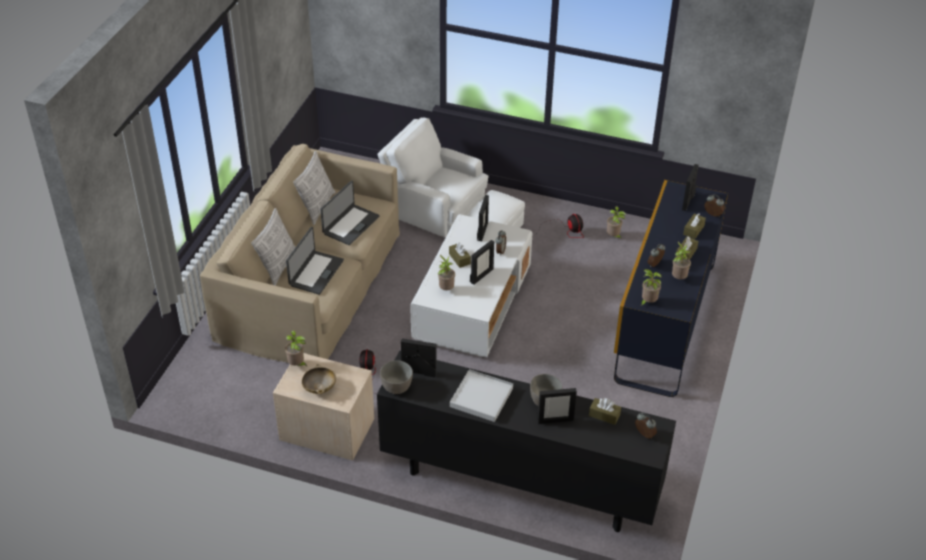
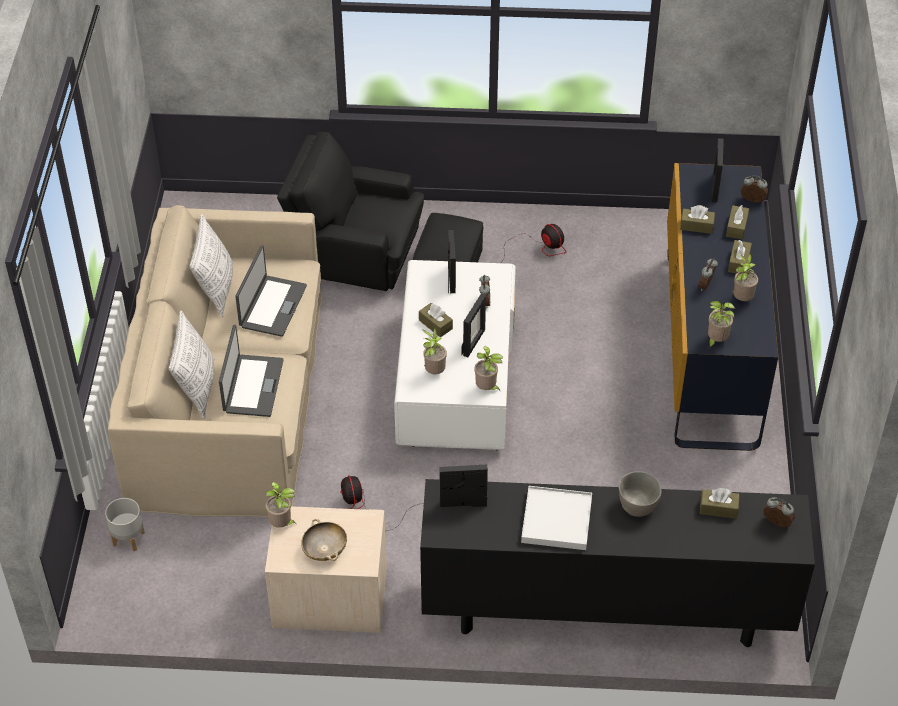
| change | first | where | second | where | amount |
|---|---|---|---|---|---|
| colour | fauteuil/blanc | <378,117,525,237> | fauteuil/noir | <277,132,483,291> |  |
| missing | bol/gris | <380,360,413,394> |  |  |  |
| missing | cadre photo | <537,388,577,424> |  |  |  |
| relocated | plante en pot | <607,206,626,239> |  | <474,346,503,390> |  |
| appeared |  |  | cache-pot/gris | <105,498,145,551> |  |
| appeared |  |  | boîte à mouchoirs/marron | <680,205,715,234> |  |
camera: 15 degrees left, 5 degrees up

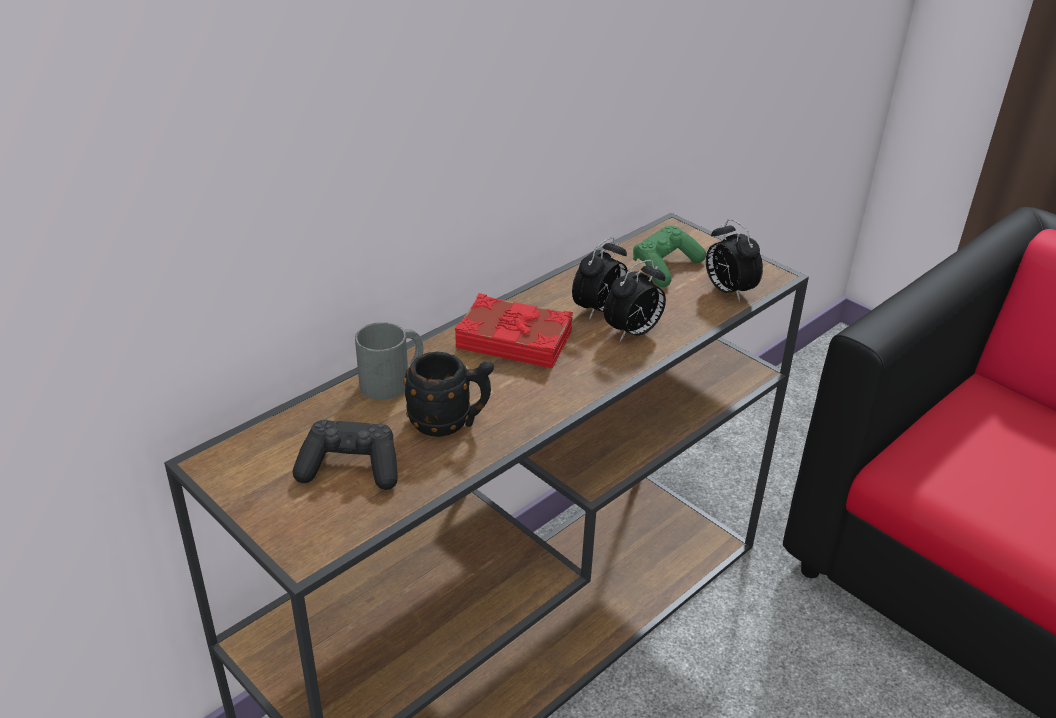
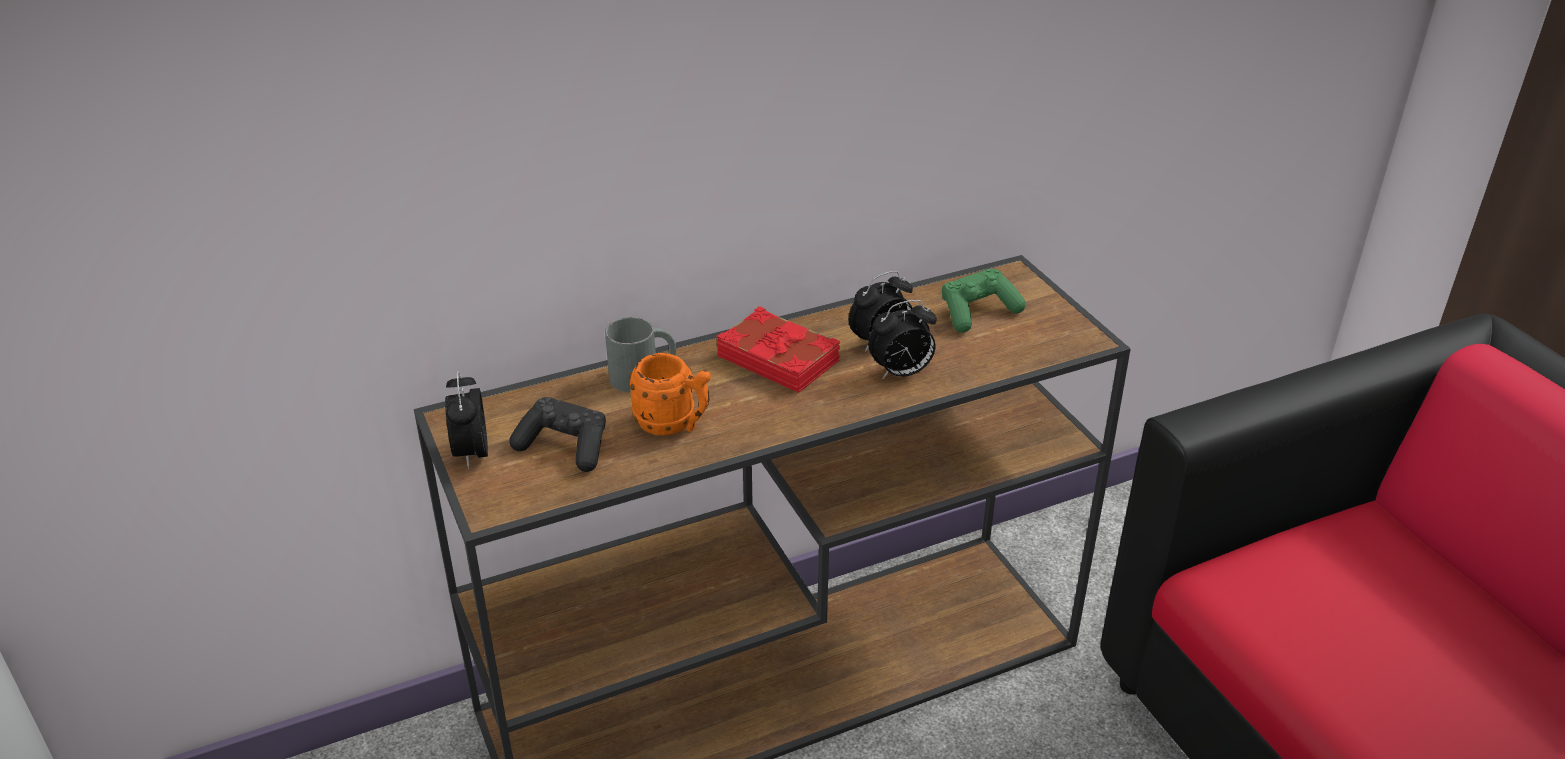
| change | first | where | second | where | amount |
|---|---|---|---|---|---|
| colour | mug/noir | <403,352,494,437> | mug/orange | <629,353,711,435> |  |
| relocated | réveil | <706,219,763,302> |  | <445,371,488,469> |  |
camera: 20 degrees right, 0 degrees up

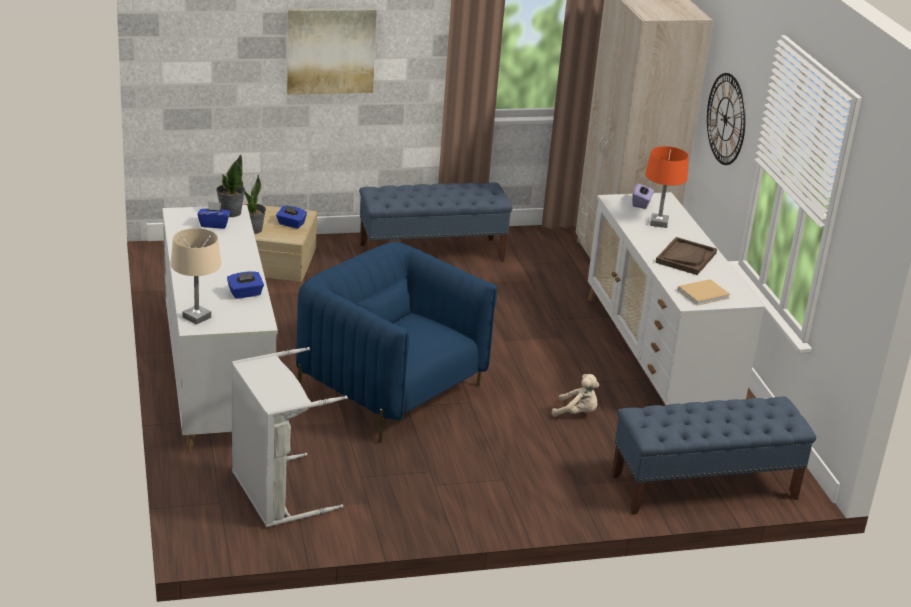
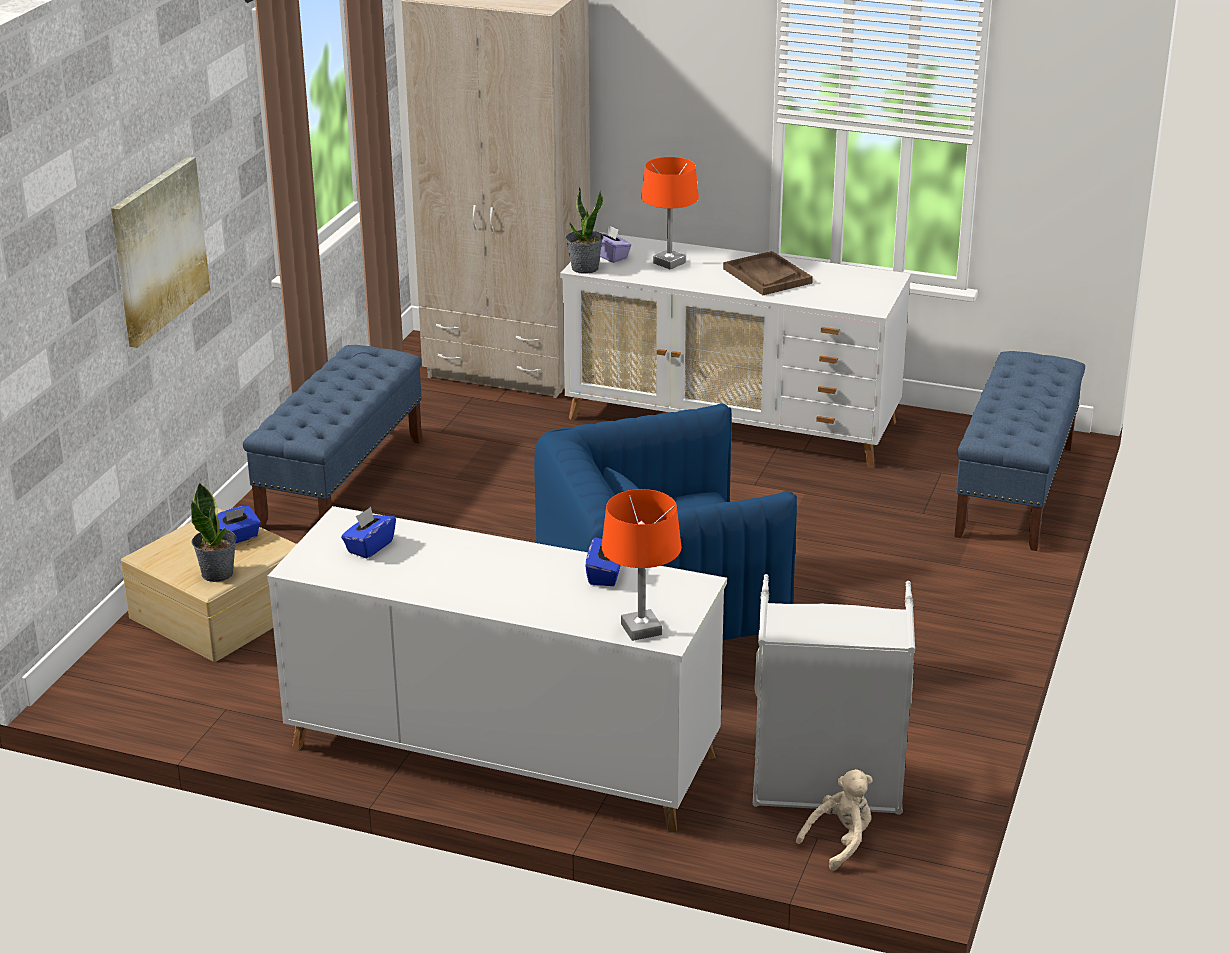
| change | first | where | second | where | amount |
|---|---|---|---|---|---|
| colour | lampe de table/beige | <171,228,221,325> | lampe de table/orange | <602,489,682,641> |  |
| relocated | plante en pot | <216,155,245,217> |  | <566,187,603,274> |  |
| relocated | peluche/beige | <552,374,599,417> |  | <796,769,873,871> |  |
| missing | livre/beige | <678,279,730,306> |  |  |  |
| missing | horloge murale | <707,73,746,165> |  |  |  |
camera: 55 degrees left, 0 degrees up

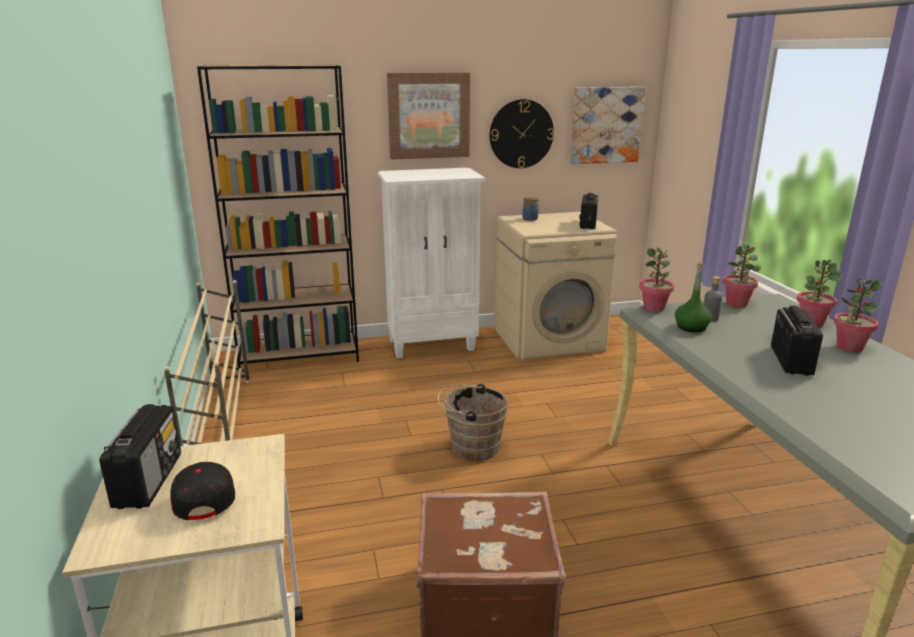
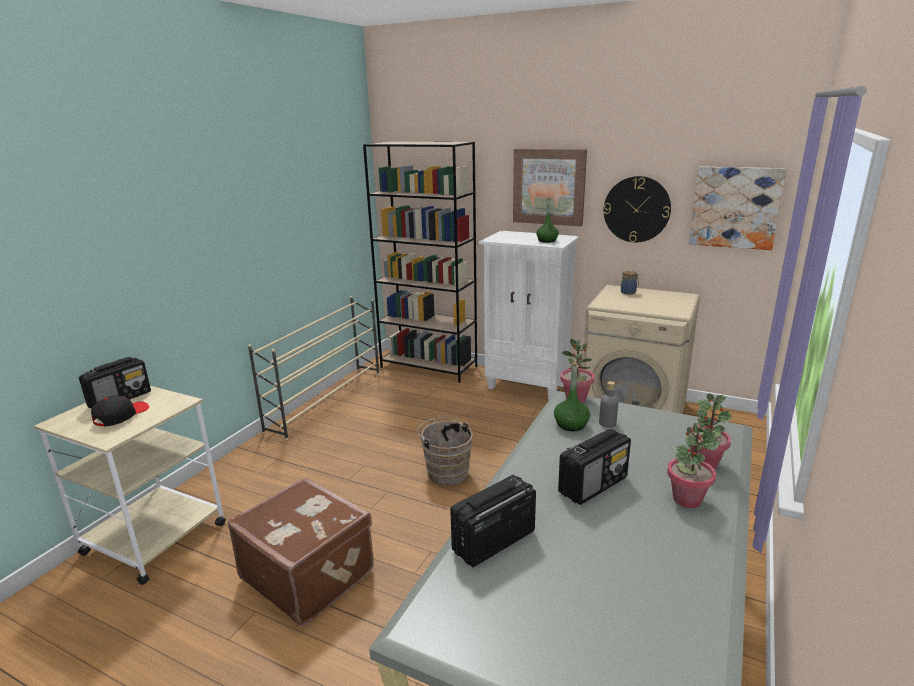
| change | first | where | second | where | amount |
|---|---|---|---|---|---|
| relocated | radio | <579,193,598,229> |  | <450,475,536,567> |  |
| missing | plante en pot | <723,244,761,308> |  |  |  |
| appeared |  |  | bouteille/vert | <536,198,559,243> |  |
camera: 40 degrees right, 0 degrees up

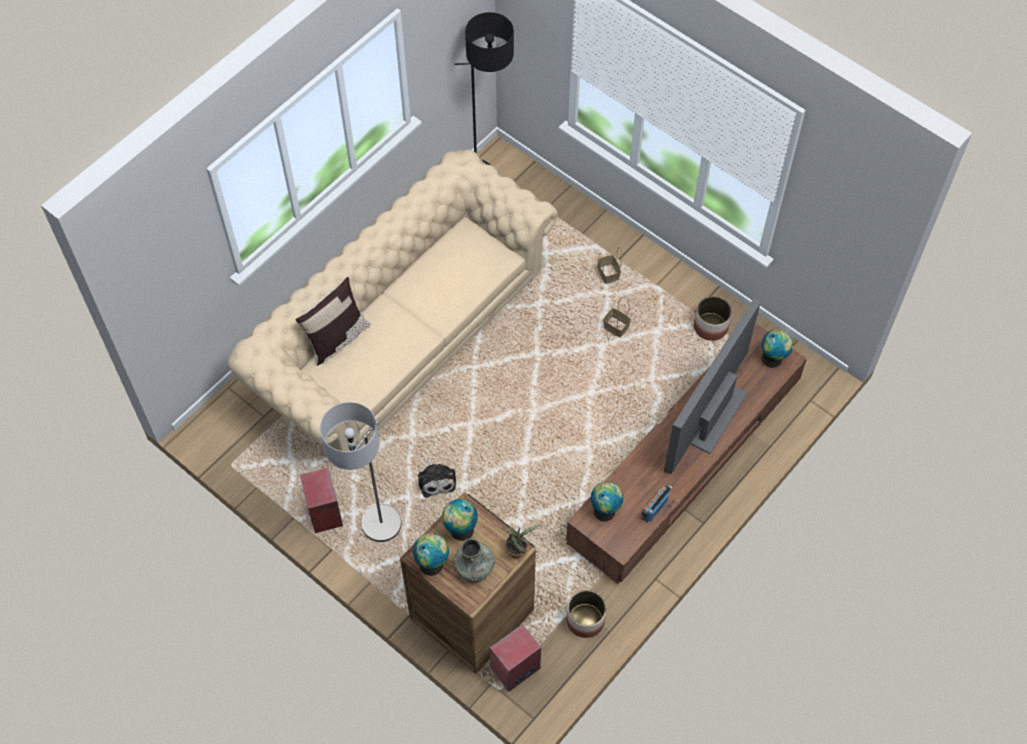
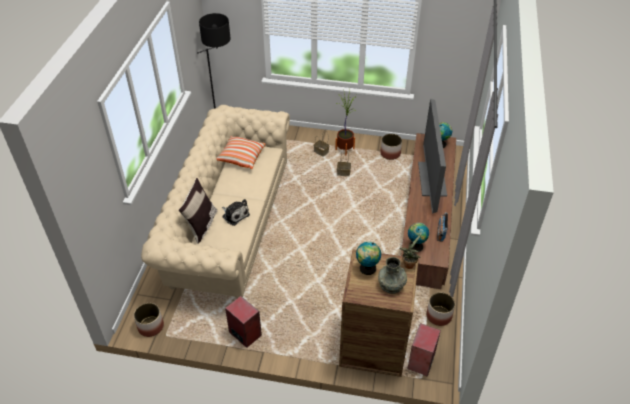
| change | first | where | second | where | amount |
|---|---|---|---|---|---|
| missing | lampadaire/gris | <320,402,401,542> |  |  |  |
| missing | globe | <413,533,449,576> |  |  |  |
| relocated | peluche | <418,458,456,498> |  | <222,199,250,226> |  |
| appeared |  |  | cache-pot | <134,303,164,337> |  |
| appeared |  |  | coussin | <217,136,266,169> |  |
| appeared |  |  | plante en pot | <335,89,355,156> |  |
camera: 30 degrees left, 15 degrees down

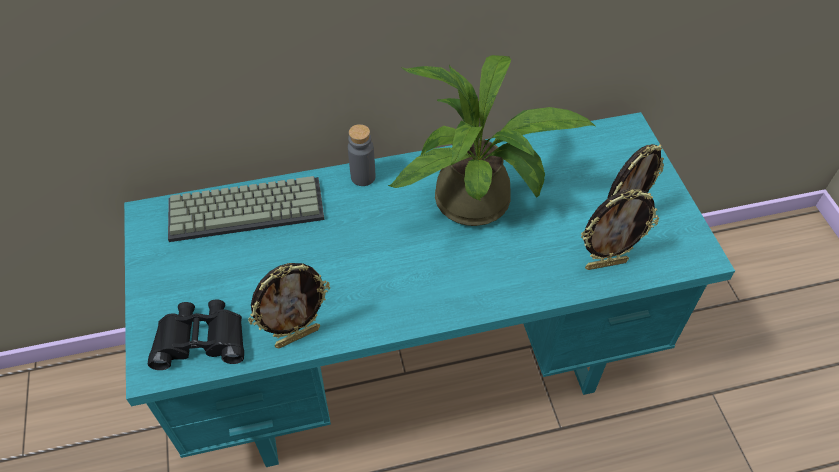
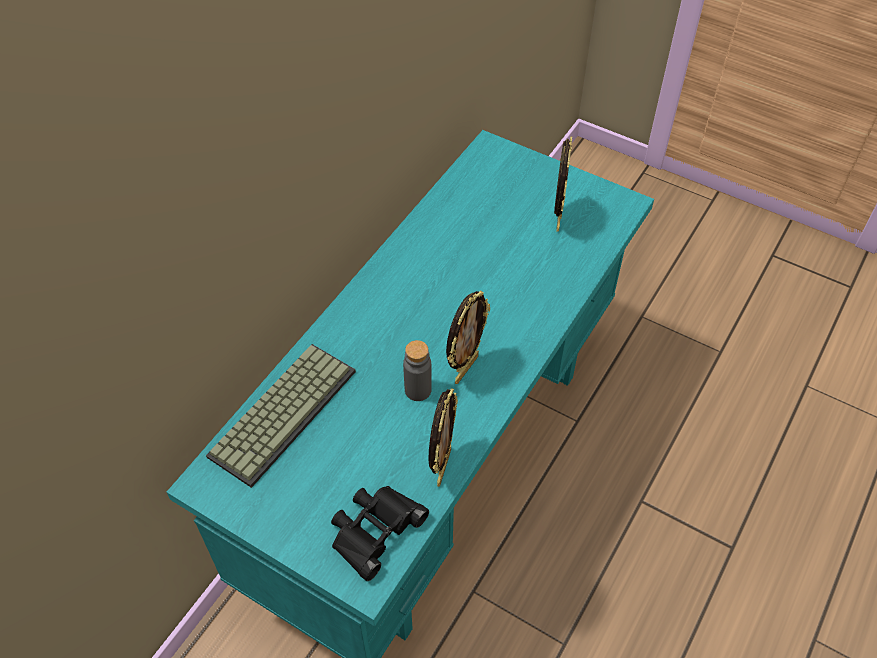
| change | first | where | second | where | amount |
|---|---|---|---|---|---|
| relocated | bouteille/gris | <348,124,376,186> |  | <403,340,432,401> |  |
| missing | plante en pot | <388,55,595,226> |  |  |  |
| relocated | cadre photo | <581,189,659,270> |  | <446,290,490,384> |  |
camera: 45 degrees left, 0 degrees up

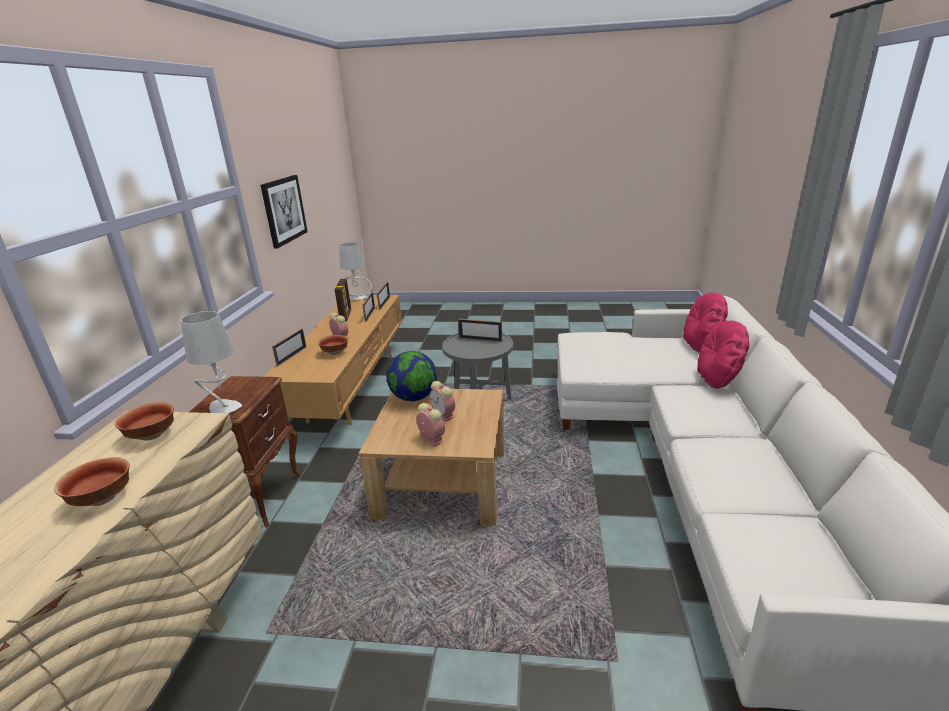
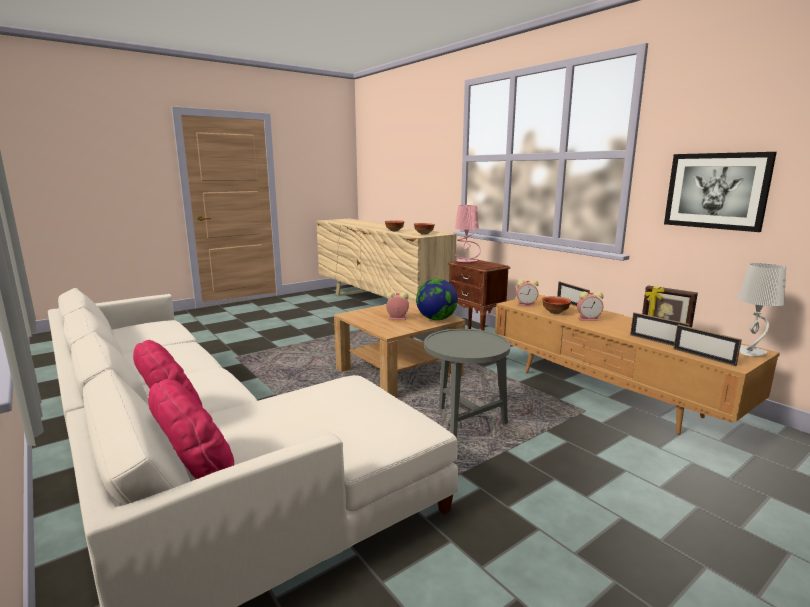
| change | first | where | second | where | amount |
|---|---|---|---|---|---|
| colour | lampe de table/gris | <180,311,242,413> | lampe de table/rose | <455,205,481,263> |  |
| relocated | réveil | <417,403,445,447> |  | <516,280,539,306> |  |
| missing | cadre photo | <458,319,502,342> |  |  |  |
camera: 135 degrees right, 10 degrees down

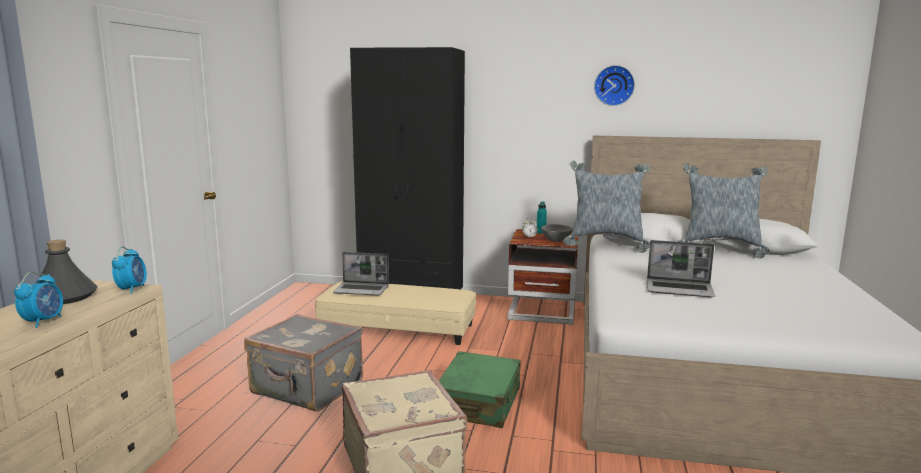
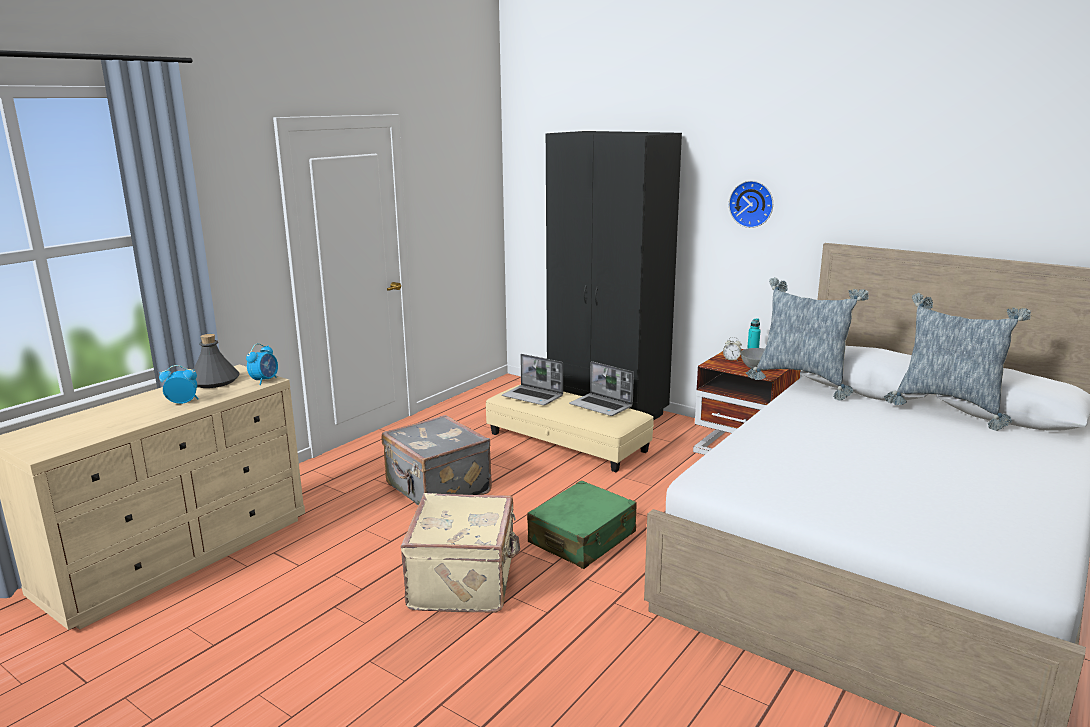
| change | first | where | second | where | amount |
|---|---|---|---|---|---|
| spun | réveil | <14,272,63,328> |  | <159,365,198,404> | 135 degrees counterclockwise |
| relocated | horloge murale | <594,65,635,106> |  | <729,181,773,228> |  |
| relocated | ordinateur portable | <647,240,715,297> |  | <569,361,634,416> |  |
camera: 25 degrees right, 5 degrees up

